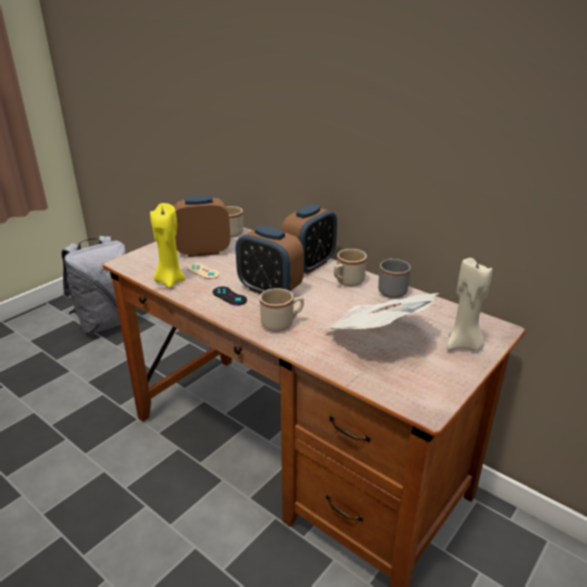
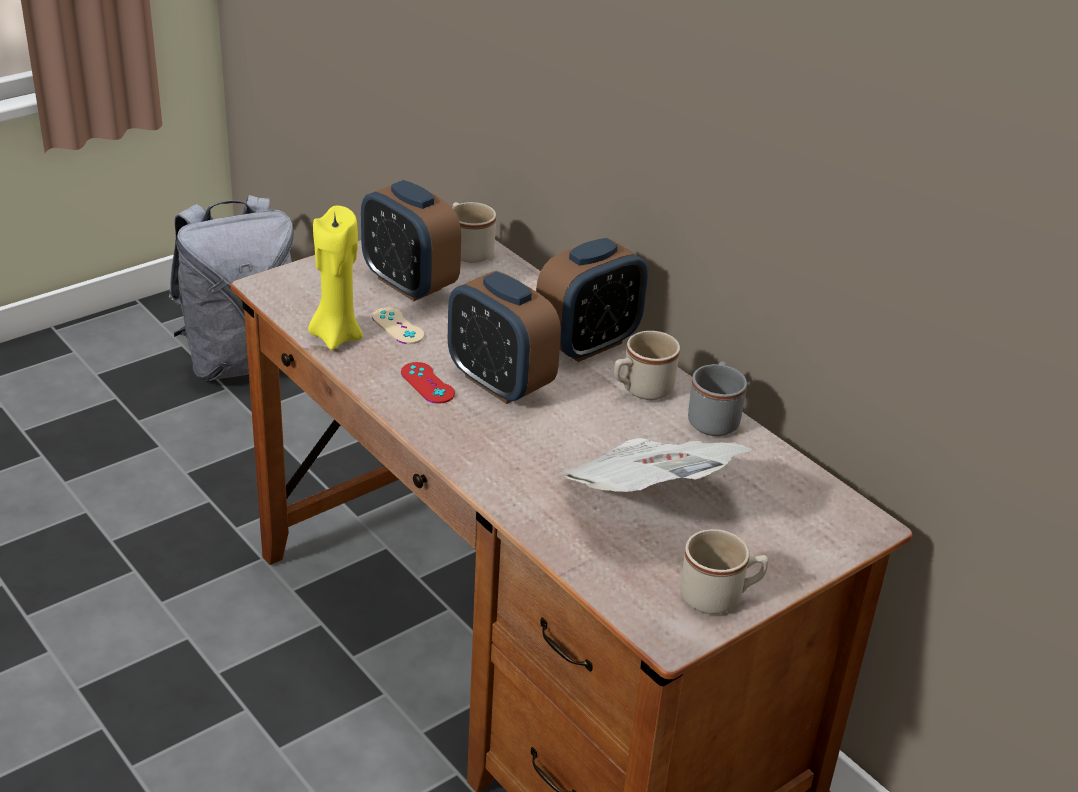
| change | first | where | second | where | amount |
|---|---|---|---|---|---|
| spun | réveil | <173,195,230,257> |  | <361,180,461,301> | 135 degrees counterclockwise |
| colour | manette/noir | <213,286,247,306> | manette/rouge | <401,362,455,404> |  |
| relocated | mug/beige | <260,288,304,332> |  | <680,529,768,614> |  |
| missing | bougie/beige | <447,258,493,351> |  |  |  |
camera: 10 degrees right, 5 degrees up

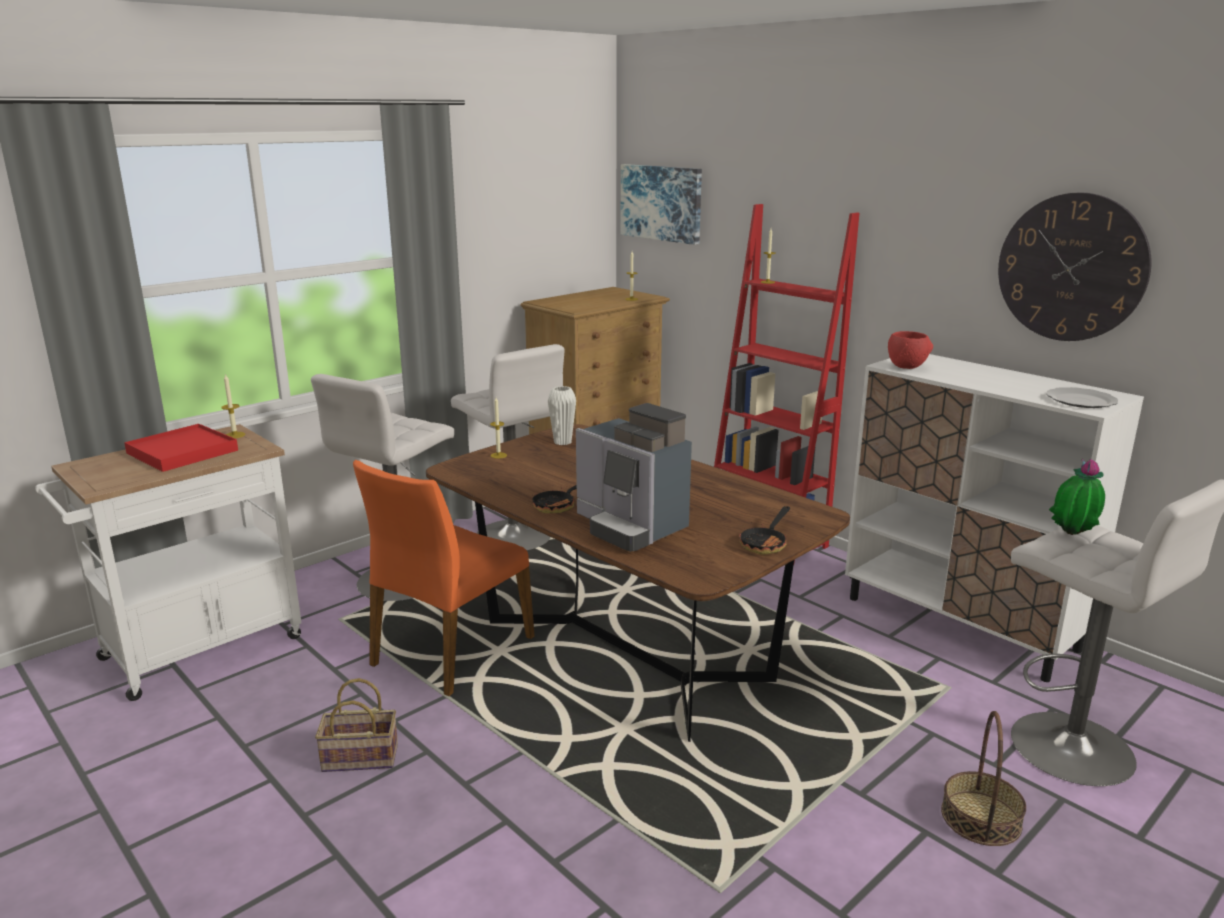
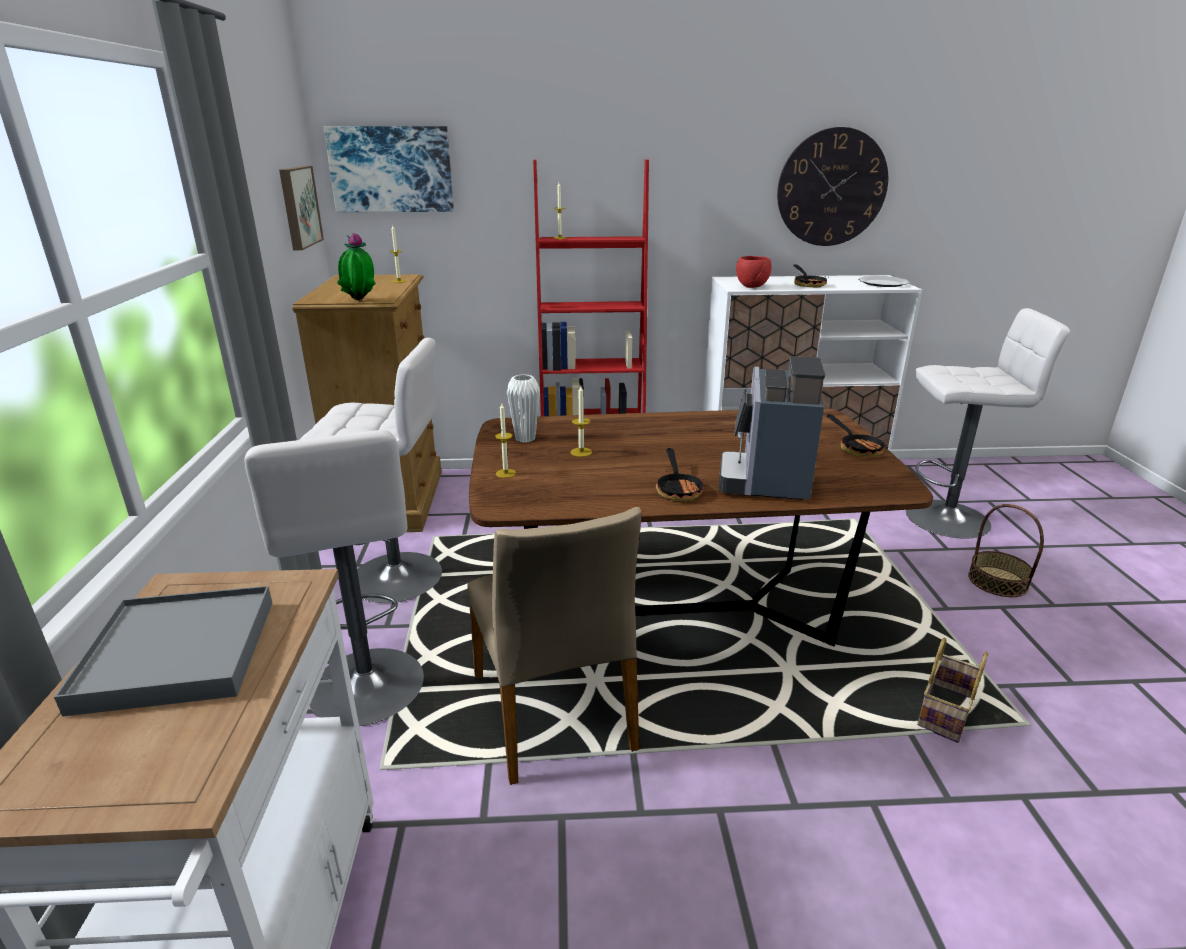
| change | first | where | second | where | amount |
|---|---|---|---|---|---|
| colour | plateau/rouge | <124,424,238,472> | plateau/gris | <54,586,272,717> |  |
| relocated | bougie | <221,373,245,438> |  | <571,386,592,457> |  |
| relocated | panier | <315,678,398,772> |  | <917,637,988,743> |  |
| colour | chaise/orange | <353,460,535,696> | chaise/beige | <468,507,642,785> |  |
| spun | machine à café | <576,403,692,552> |  | <718,356,825,500> | 105 degrees clockwise |
| relocated | plante en pot | <1049,459,1105,535> |  | <337,233,376,300> |  |
| appeared |  |  | tableau | <279,166,324,250> |  |
| appeared |  |  | poêle | <793,264,827,287> |  |
camera: 50 degrees left, 5 degrees up

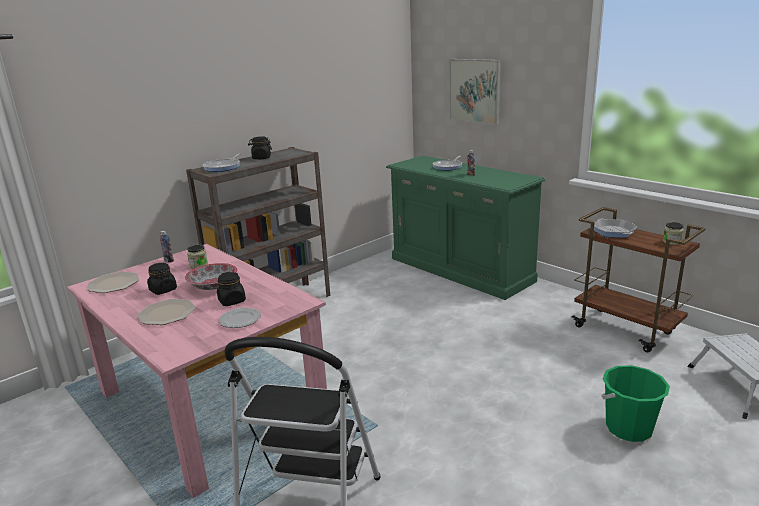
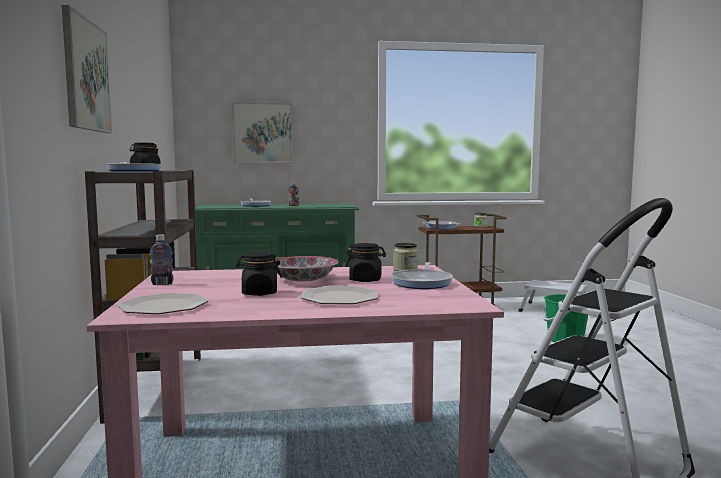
| change | first | where | second | where | amount |
|---|---|---|---|---|---|
| relocated | bocal | <187,245,208,269> |  | <393,243,418,271> |  |
| exchanged | assiette | <219,308,261,328> | poêle | <391,262,453,289> |  |
| appeared |  |  | tableau | <62,5,112,133> |  |
camera: 55 degrees left, 15 degrees down

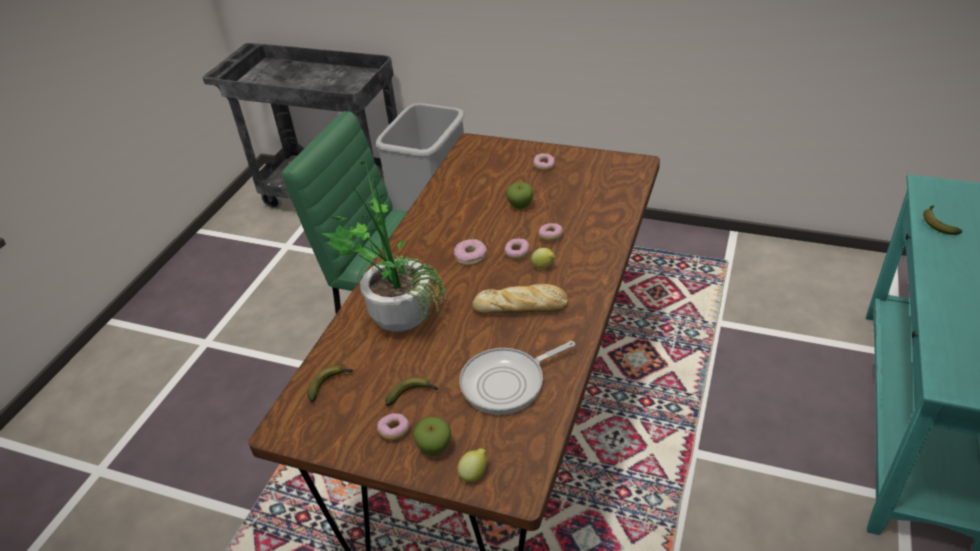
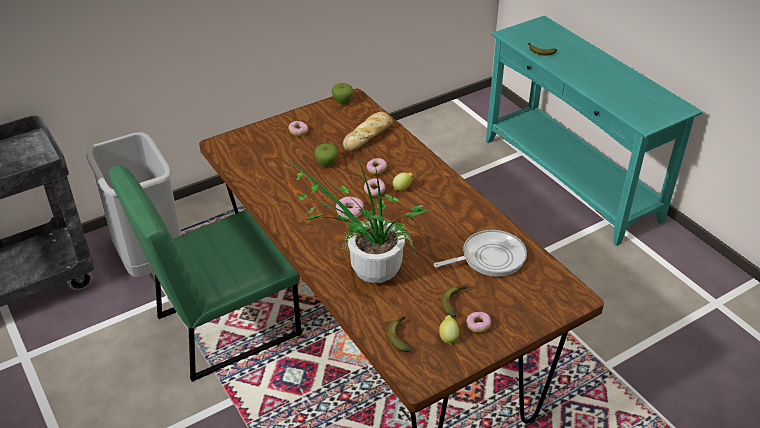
| change | first | where | second | where | amount |
|---|---|---|---|---|---|
| relocated | pomme | <413,417,451,456> |  | <332,83,354,104> |  |
| relocated | citron | <457,448,487,483> |  | <439,315,459,345> |  |
| spun | poêle | <460,341,575,415> |  | <434,230,527,277> | 120 degrees counterclockwise |
| relocated | pain | <472,284,568,314> |  | <343,112,393,152> |  |
camera: 55 degrees left, 0 degrees up

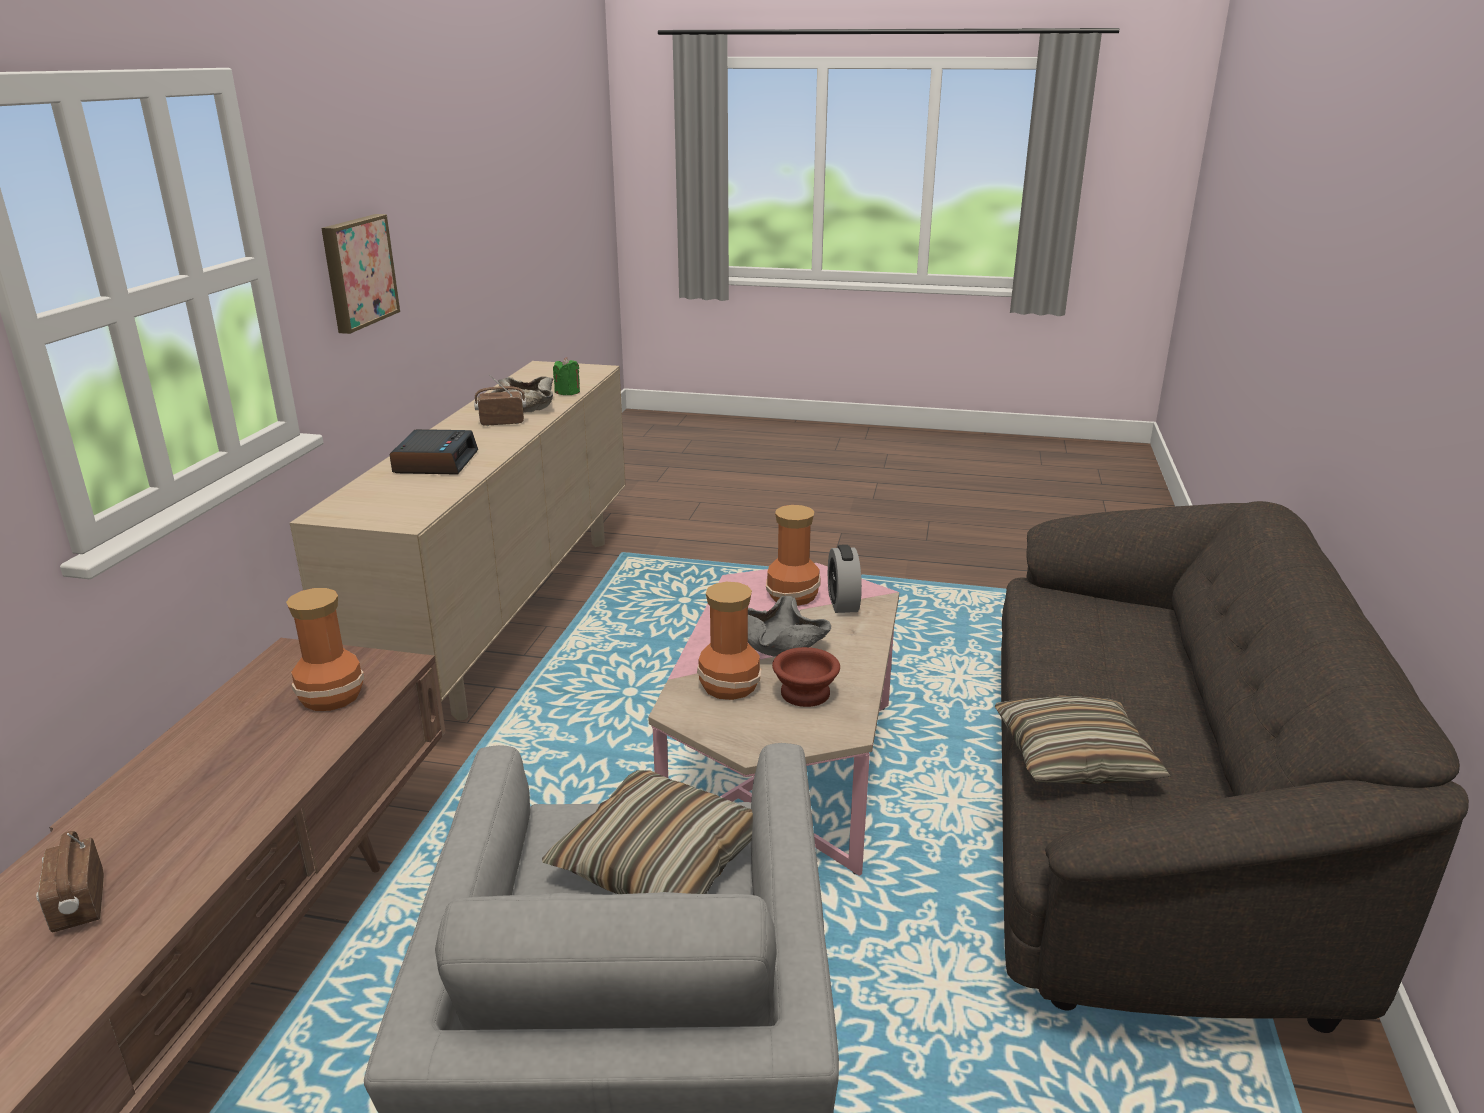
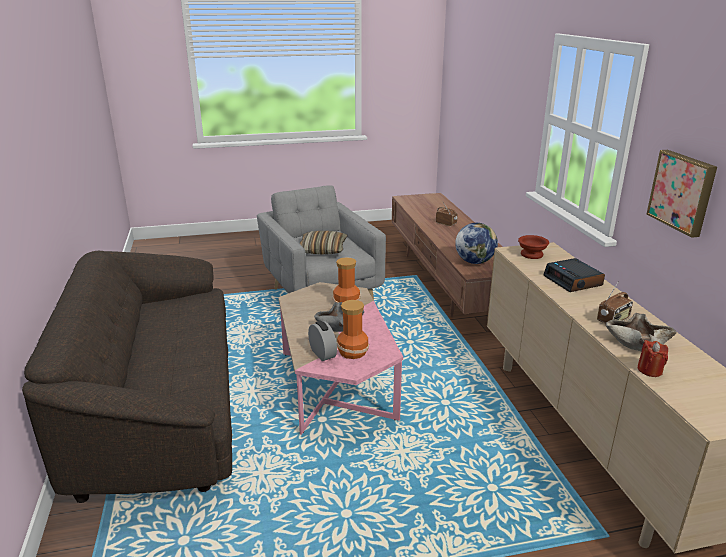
| change | first | where | second | where | amount |
|---|---|---|---|---|---|
| exchanged | vase | <286,588,365,711> | globe | <455,223,498,264> |  |
| colour | bougie/vert | <553,357,580,395> | bougie/rouge | <638,340,668,377> |  |
| relocated | bol/marron | <772,647,840,707> |  | <518,235,549,259> |  |
| missing | coussin | <995,696,1171,784> |  |  |  |
camera: 155 degrees right, 0 degrees up

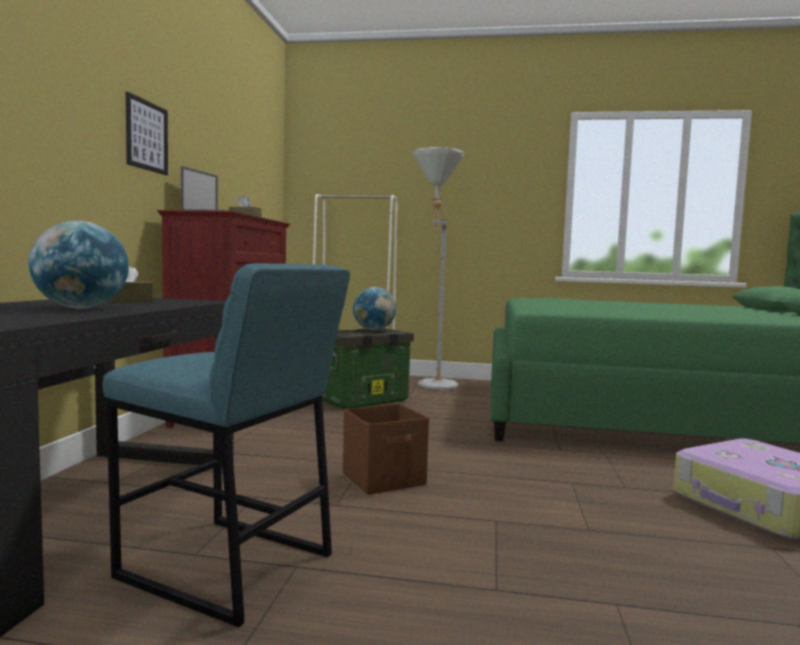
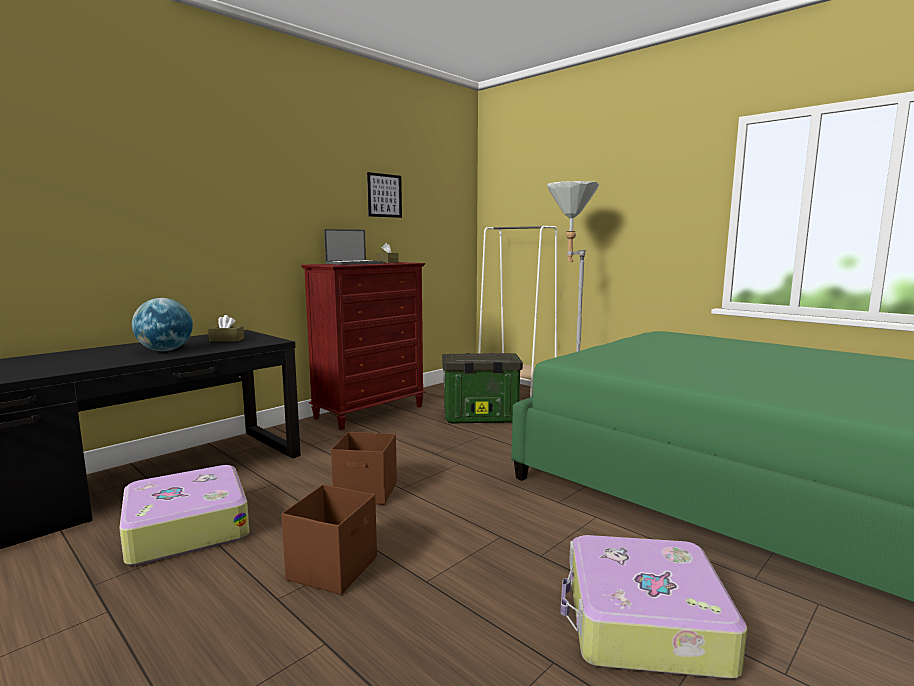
| change | first | where | second | where | amount |
|---|---|---|---|---|---|
| exchanged | tabouret/bleu | <103,263,350,627> | valise | <119,465,249,565> |  |
| relocated | tableau | <126,92,168,175> |  | <367,172,402,218> |  |
| missing | globe | <353,287,396,330> |  |  |  |
| appeared |  |  | boîte de rangement/marron | <281,484,377,595> |  |
camera: 35 degrees right, 5 degrees up

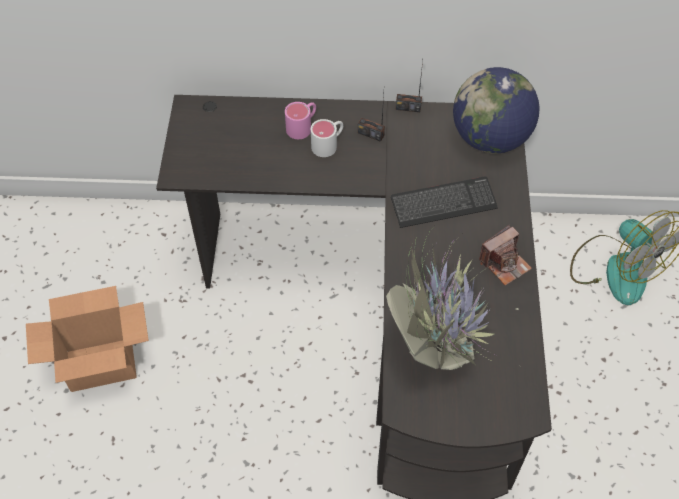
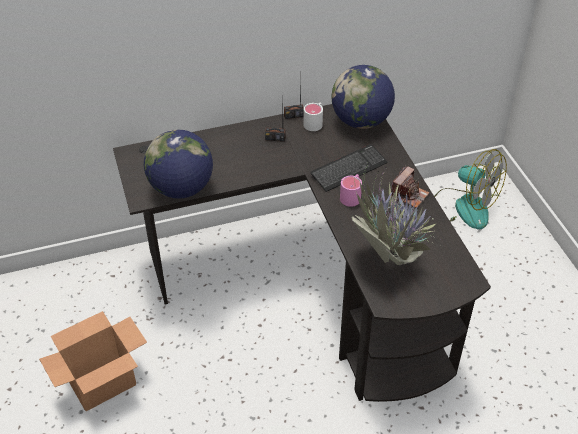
| change | first | where | second | where | amount |
|---|---|---|---|---|---|
| relocated | mug/rose | <285,102,316,139> |  | <340,174,362,207> |  |
| relocated | mug/blanc | <311,119,343,157> |  | <303,103,323,131> |  |
| appeared |  |  | globe | <144,130,213,199> |  |
camera: 20 degrees left, 10 degrees down

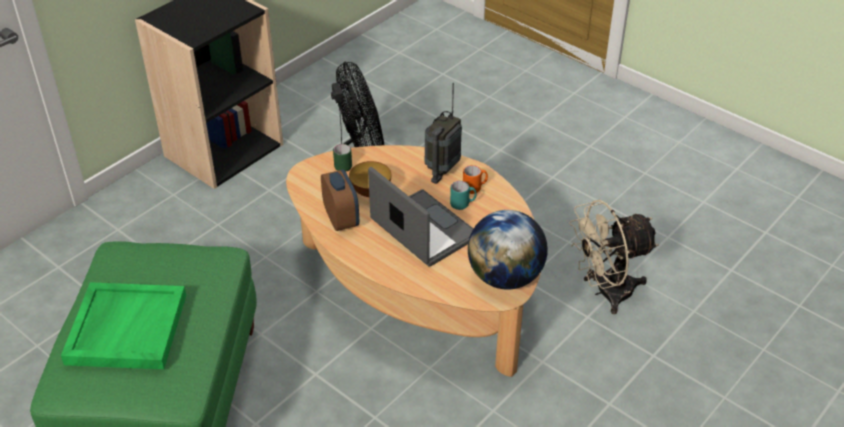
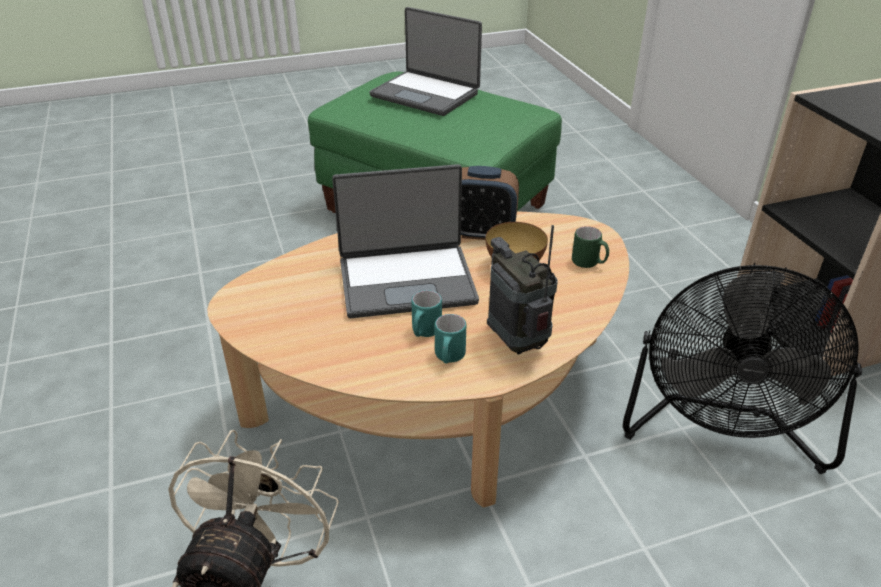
| change | first | where | second | where | amount |
|---|---|---|---|---|---|
| exchanged | plateau/vert | <61,282,186,369> | ordinateur portable | <369,7,482,116> |  |
| colour | mug/orange | <463,165,488,194> | mug/turquoise | <435,314,466,364> |  |
| missing | globe | <468,210,548,290> |  |  |  |
camera: 120 degrees right, 5 degrees down

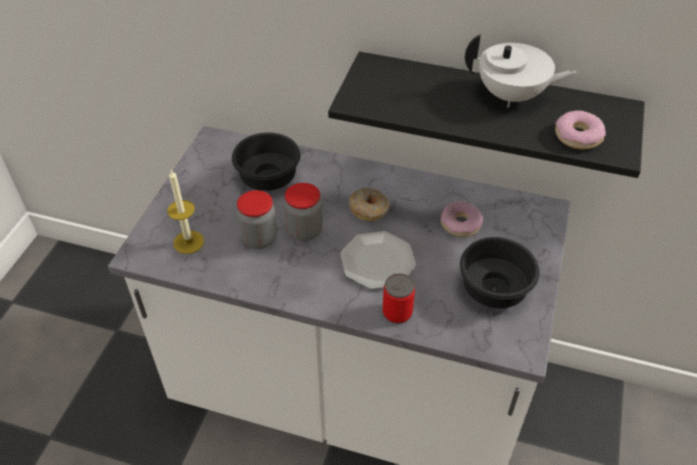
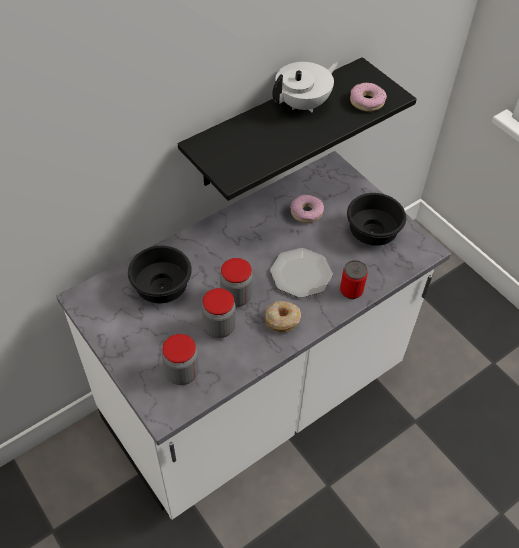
| change | first | where | second | where | amount |
|---|---|---|---|---|---|
| exchanged | bougie | <167,170,204,254> | bocal | <162,334,199,385> |  |
| relocated | beignet | <349,188,390,221> |  | <264,301,301,333> |  |
camera: 55 degrees left, 5 degrees up

